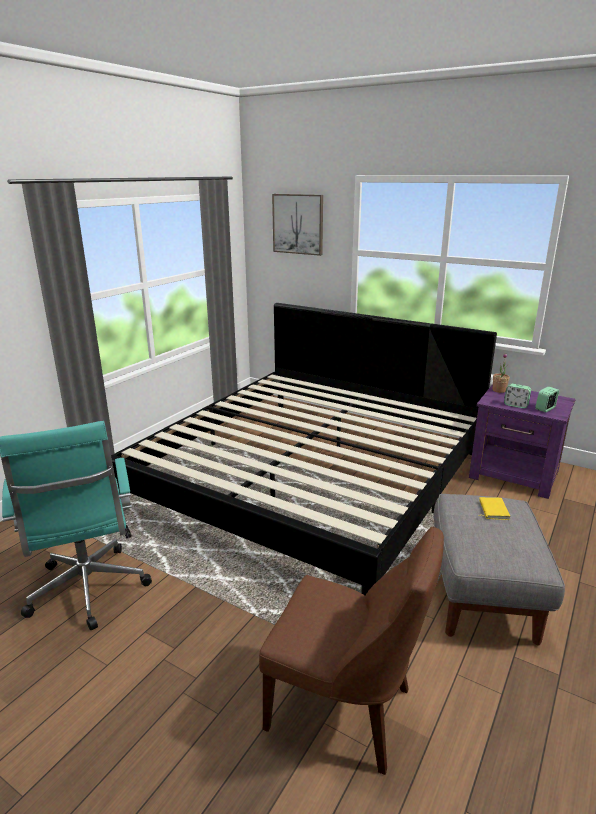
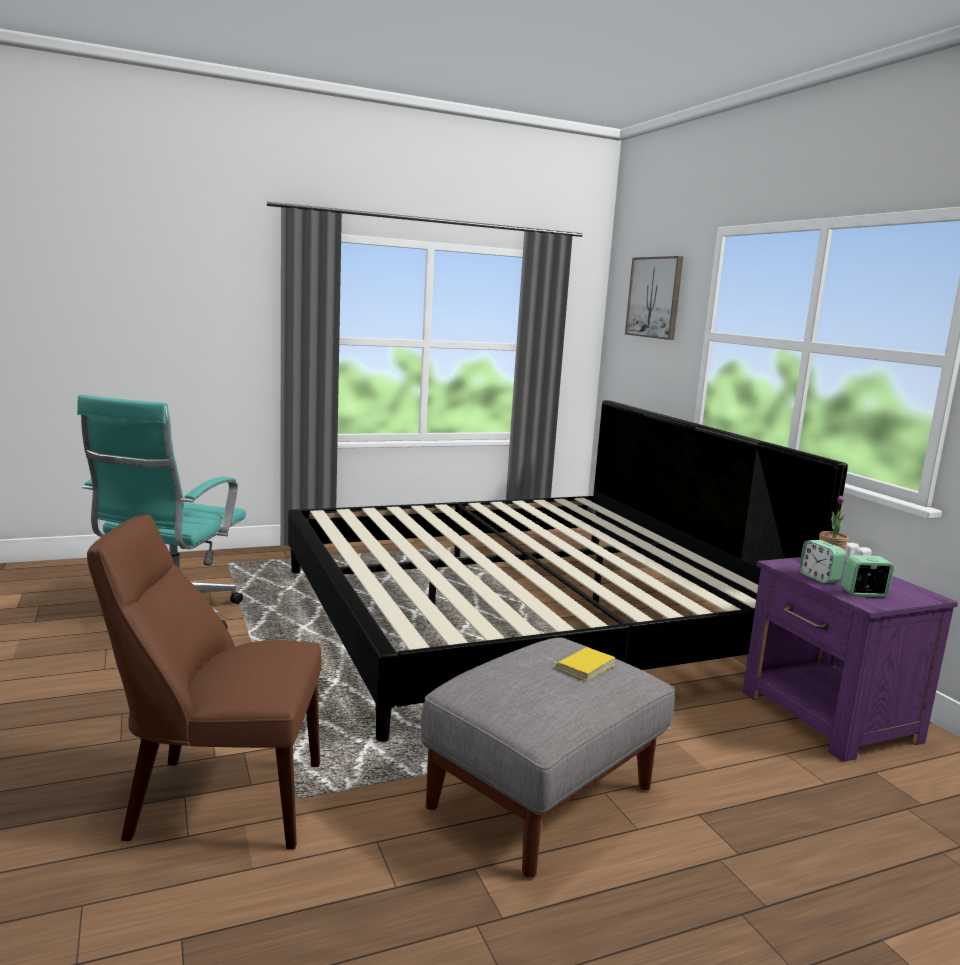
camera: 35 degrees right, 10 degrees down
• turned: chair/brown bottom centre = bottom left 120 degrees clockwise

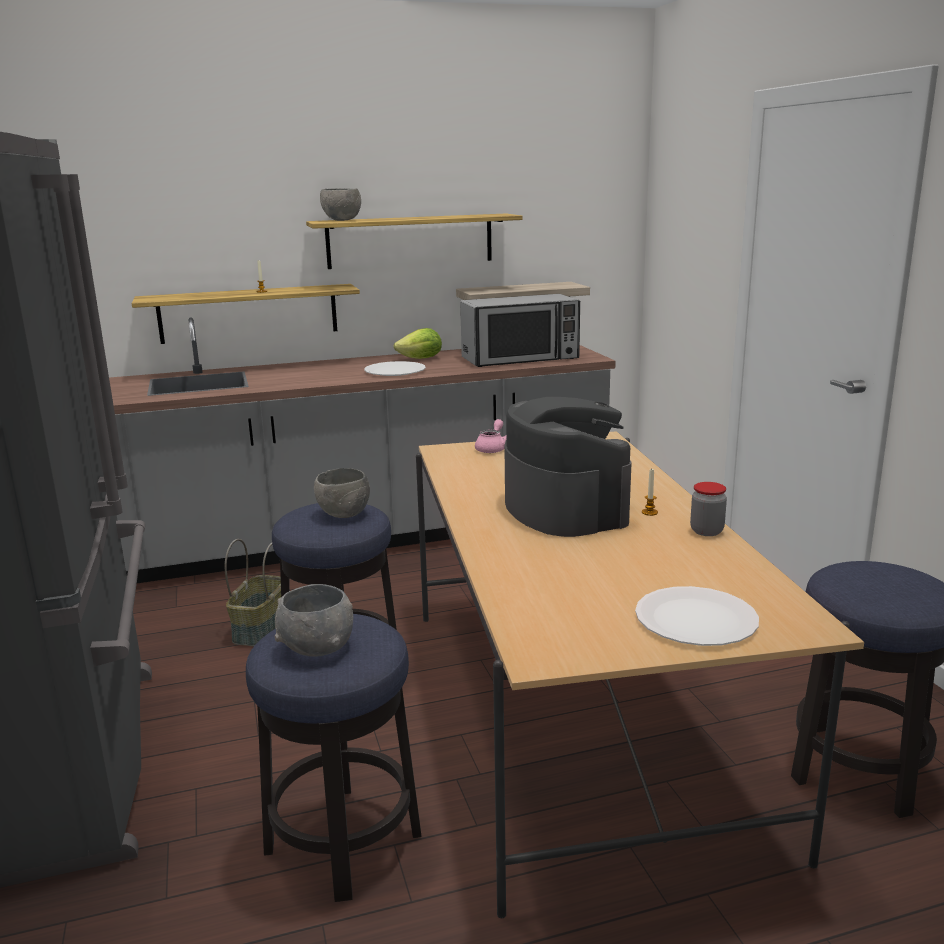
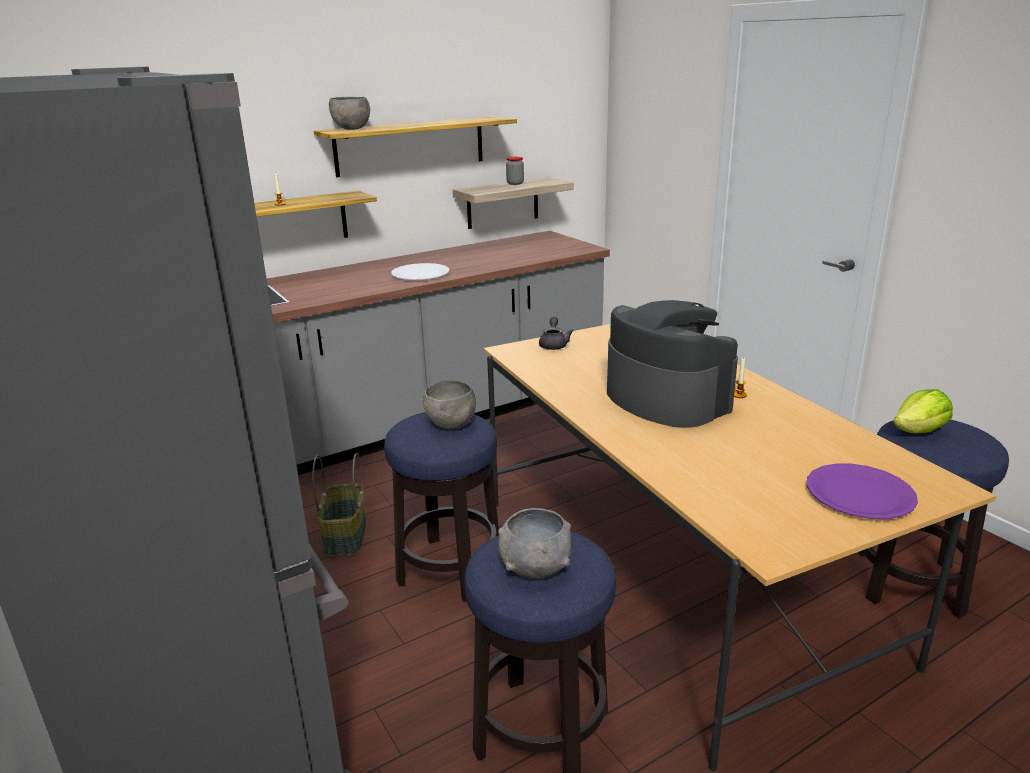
camera: 15 degrees left, 5 degrees up
• moved: jar middle right to top centre
• recoloured: teapot/pink centre to teapot/grey centre
• recoloured: plate/white (2nd from left) middle right to plate/purple middle right
• moved: lettuce centre to middle right
• removed: microwave centre

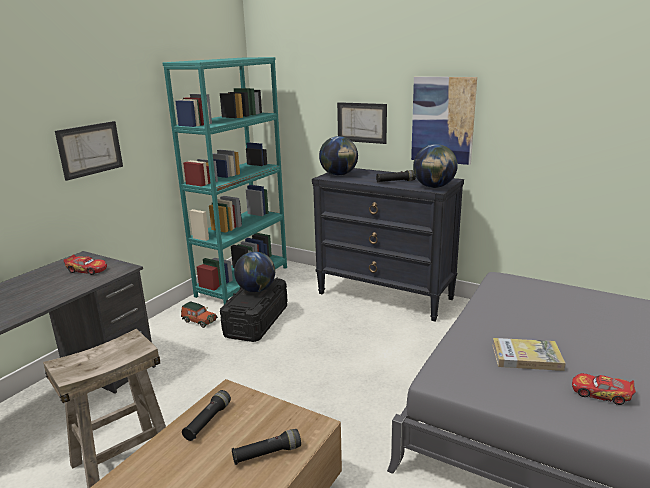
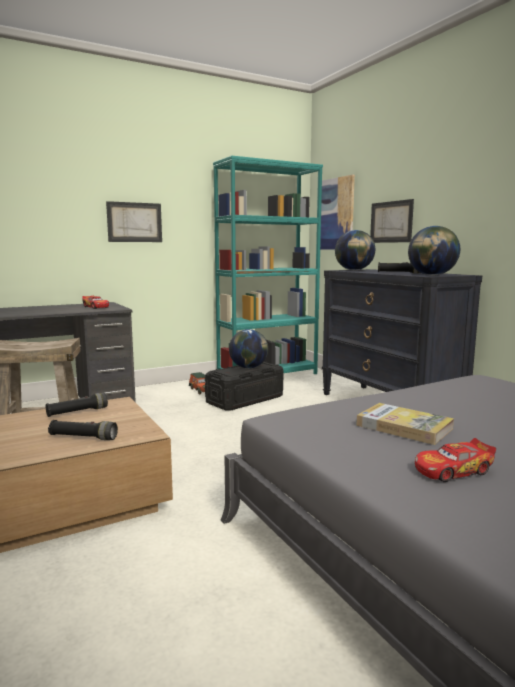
camera: 30 degrees right, 10 degrees down
• moved: picture (3rd from left in the first image) top right to picture (2nd from left) top centre
• turned: toy car (3rd from left) bottom right = bottom right 75 degrees counterclockwise

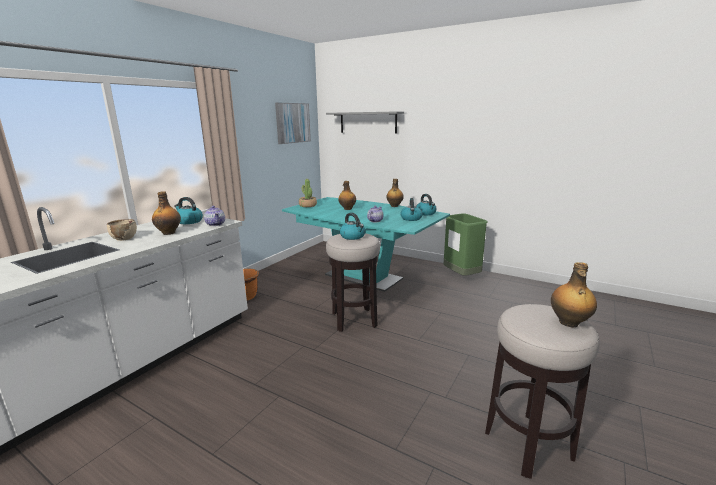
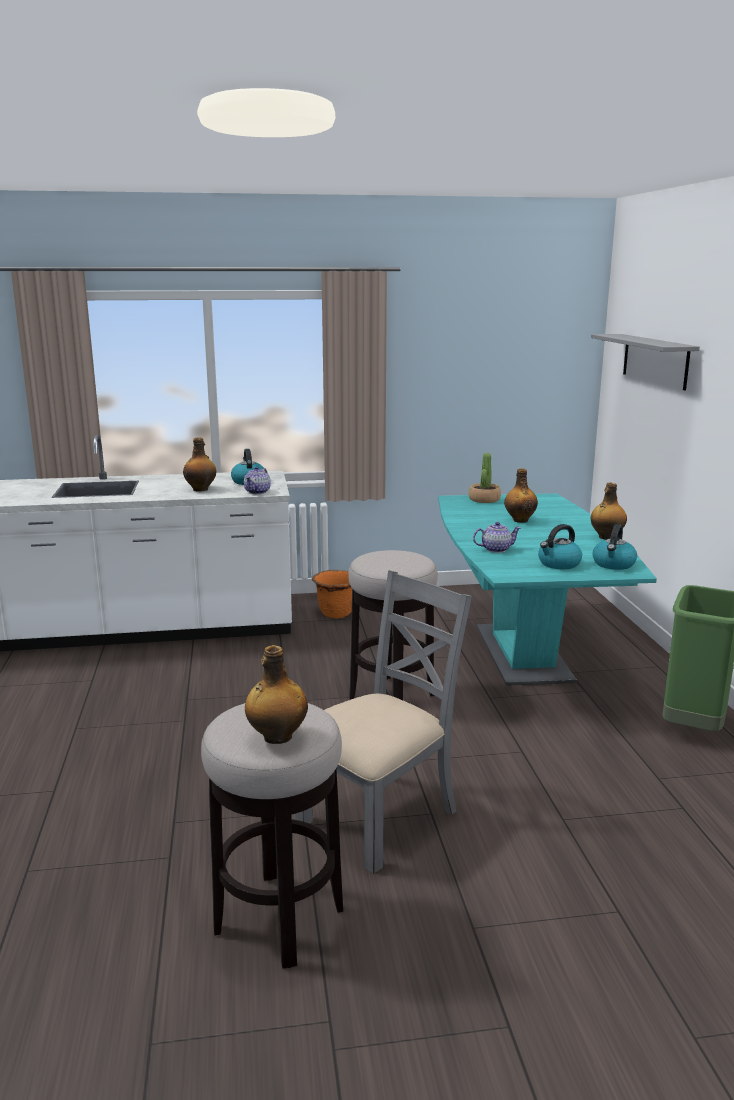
camera: 50 degrees right, 0 degrees up
• added: chair/grey centre
• removed: bowl/beige middle left
• removed: picture top centre
• removed: kettle (2nd from left) centre

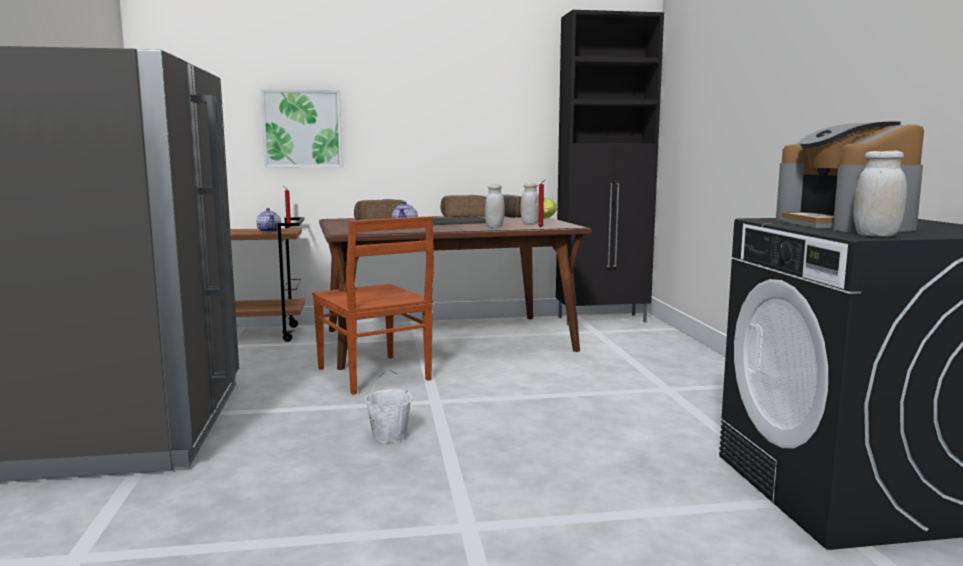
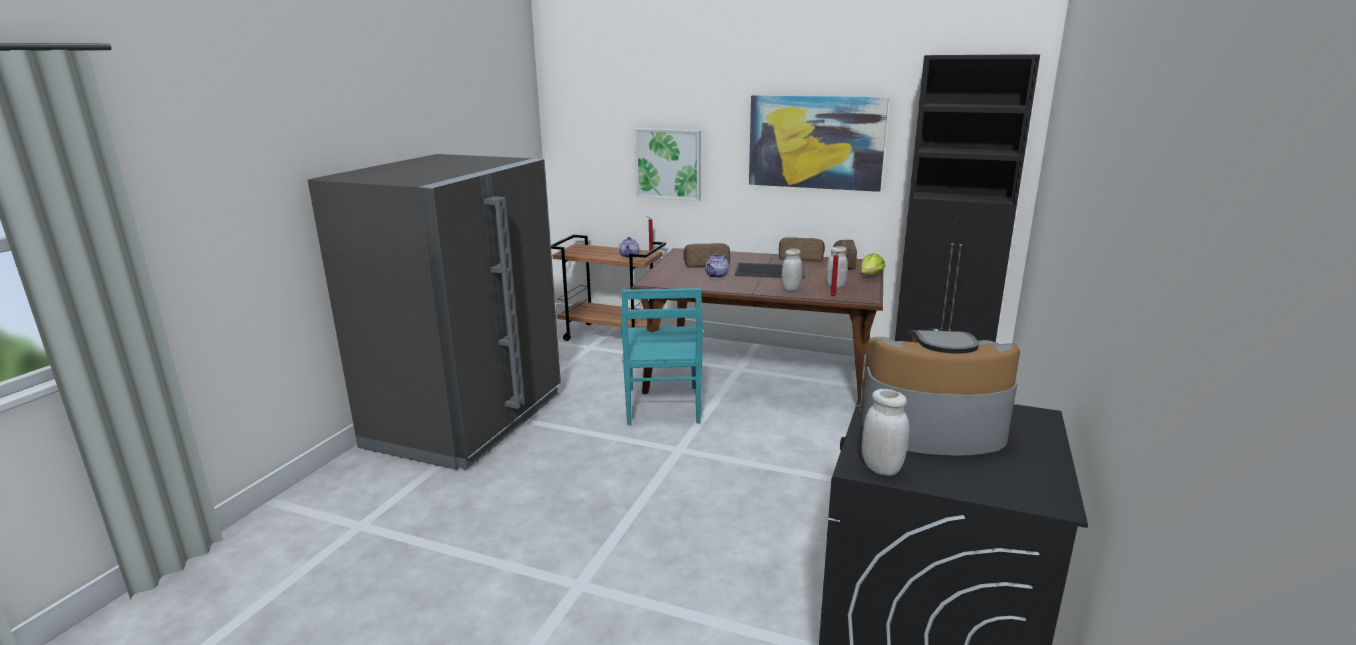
camera: 30 degrees right, 10 degrees up
• recoloured: chair/brown centre to chair/turquoise centre
• added: picture (2nd from left) top centre
• turned: coffee machine top right = middle right 75 degrees clockwise
• removed: bucket/white bottom centre

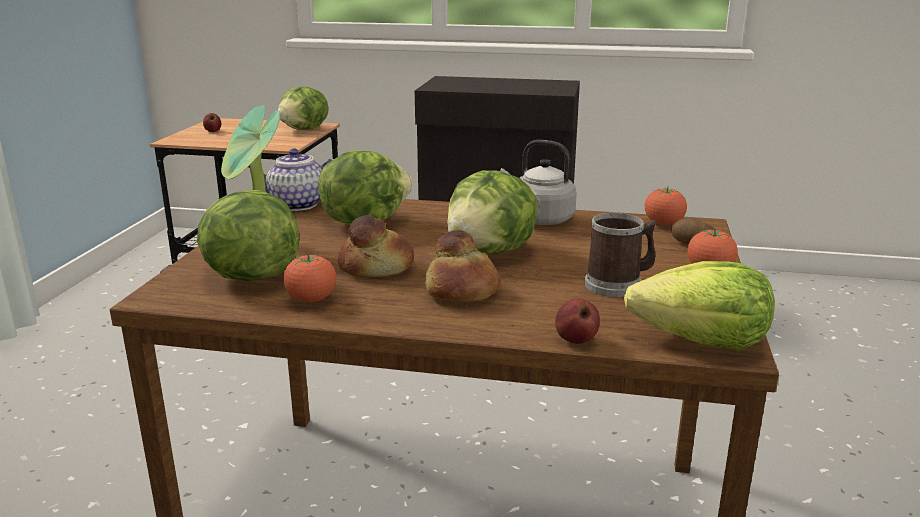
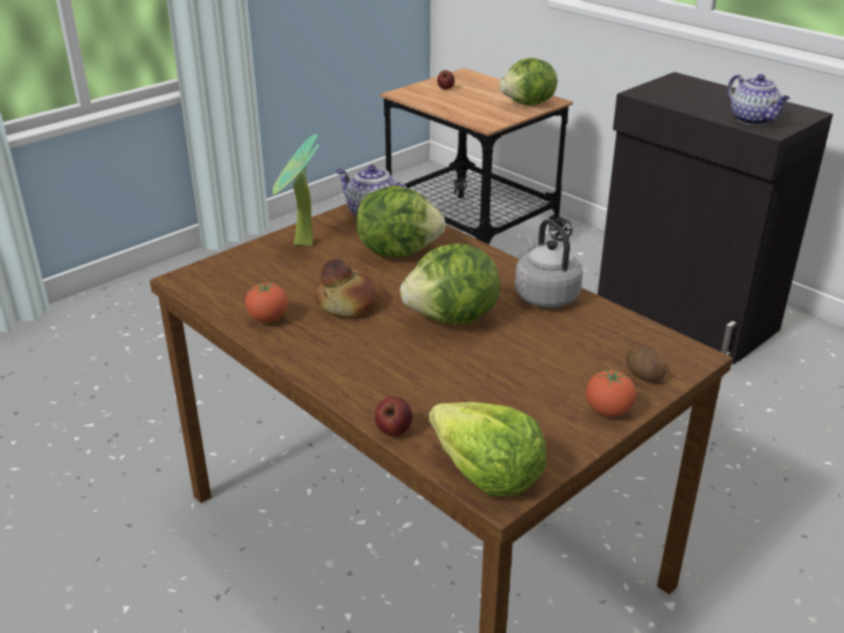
camera: 35 degrees right, 10 degrees up
• added: teapot (2nd from left) top right
• removed: lettuce (1st from left) middle left
• removed: bread (2nd from left) centre
• removed: mug middle right
• removed: tomato (2nd from left) middle right

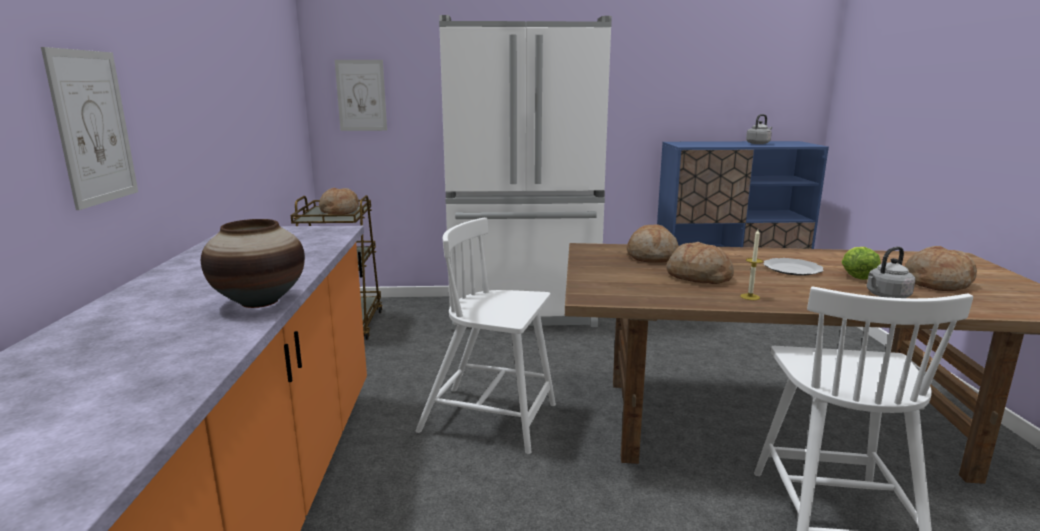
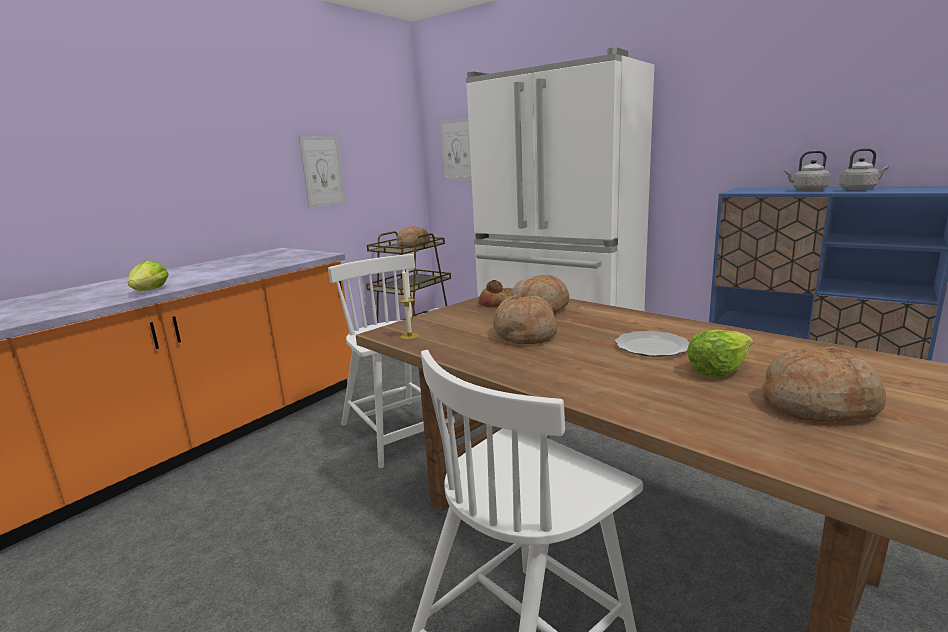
camera: 40 degrees right, 0 degrees up
• replaced: vase middle left to lettuce (1st from left) middle left
• moved: picture (1st from left) top left to top centre
• moved: candle middle right to centre
• added: bread (2nd from left) centre
• moved: kettle/grey (2nd from left in the first image) middle right to kettle/grey (1st from left) top right

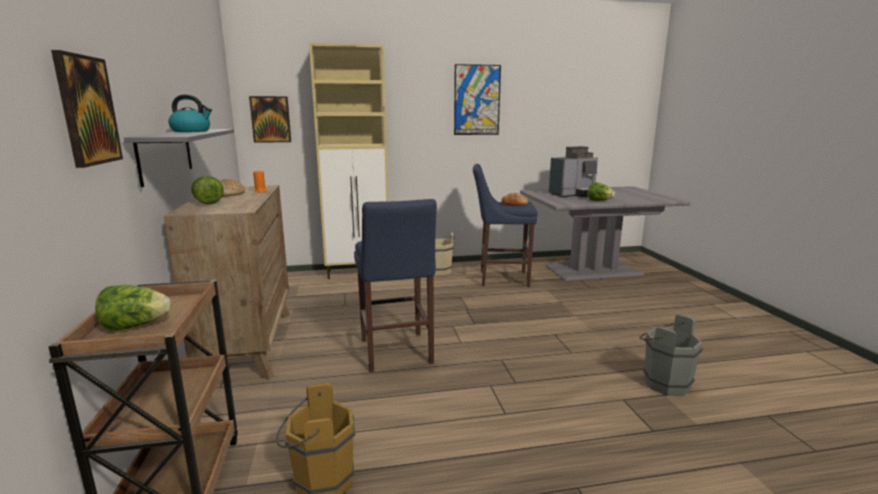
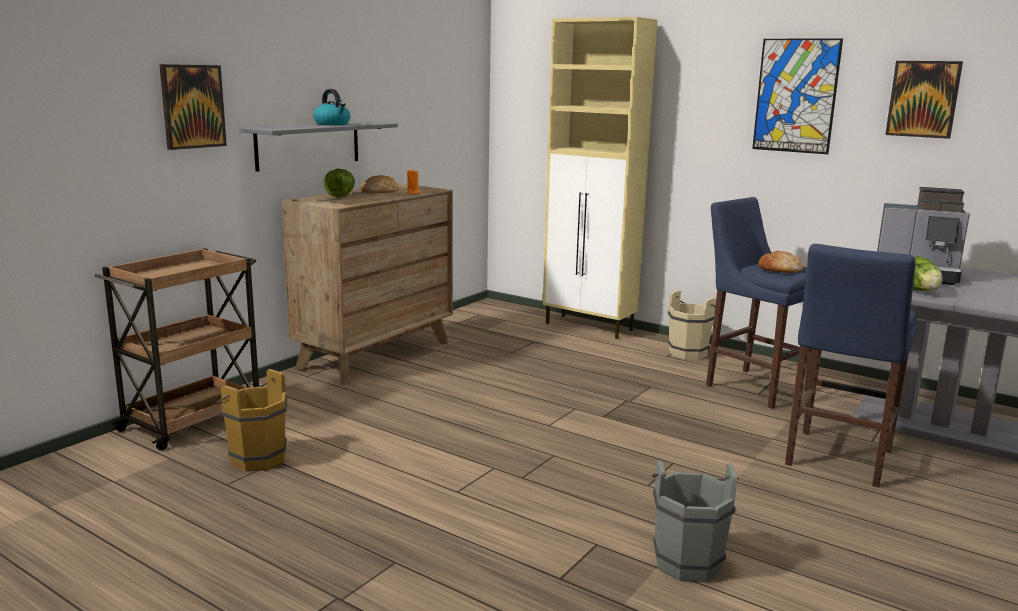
camera: 45 degrees right, 0 degrees up
• moved: stool/blue (1st from left in the first image) centre to stool/blue (2nd from left) middle right
• moved: picture (2nd from left in the first image) top left to picture (3rd from left) top right
• removed: lettuce (1st from left) middle left

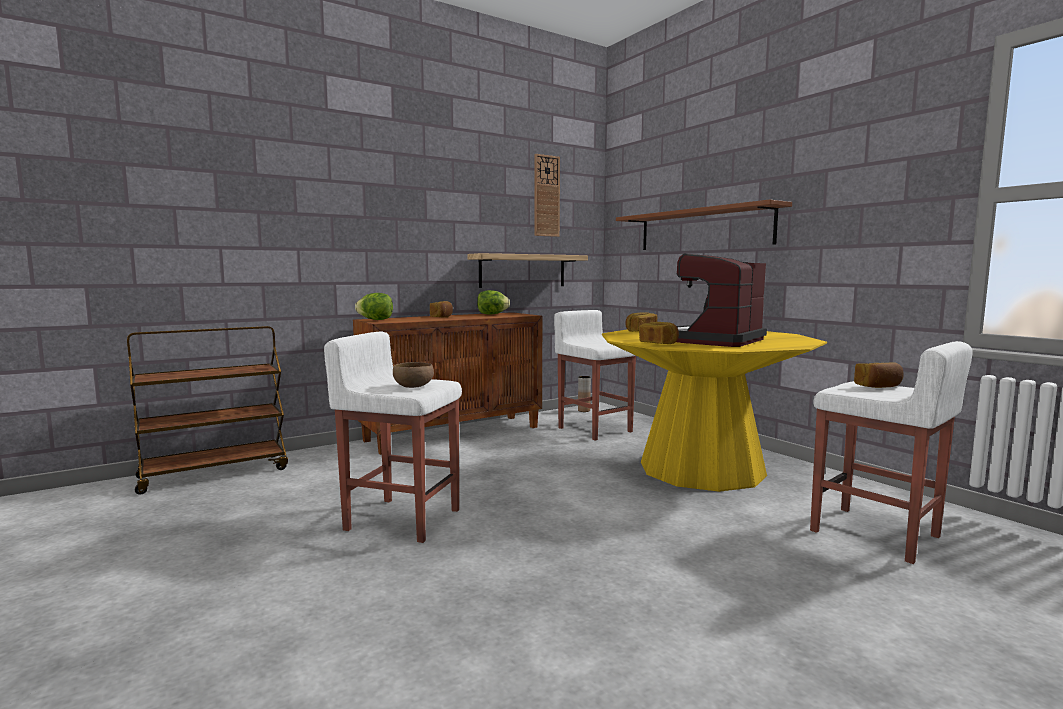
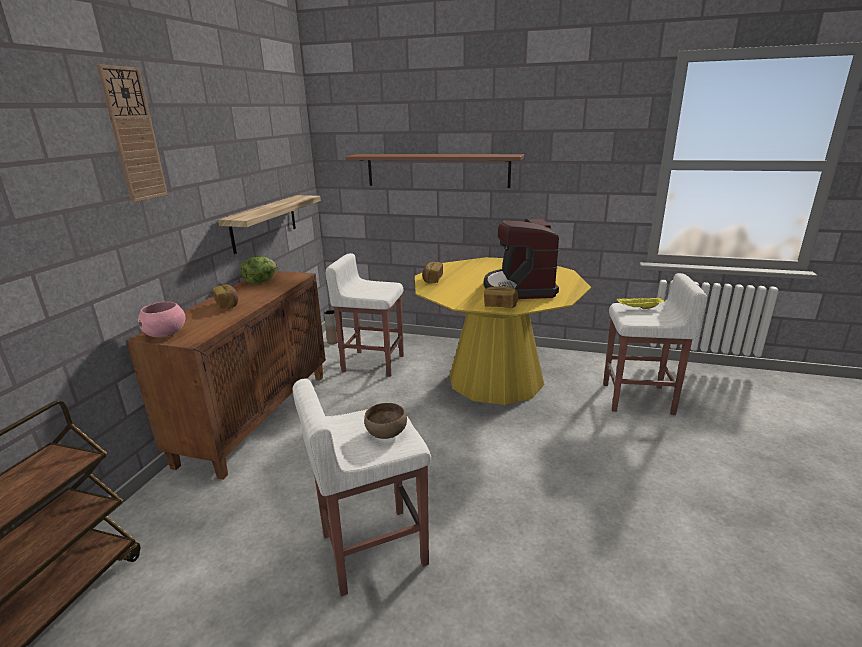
camera: 40 degrees left, 15 degrees up
• moved: wall clock top centre to top left
• replaced: lettuce (1st from left) centre to bowl/pink middle left
• replaced: bread (4th from left) middle right to tray/yellow middle right

